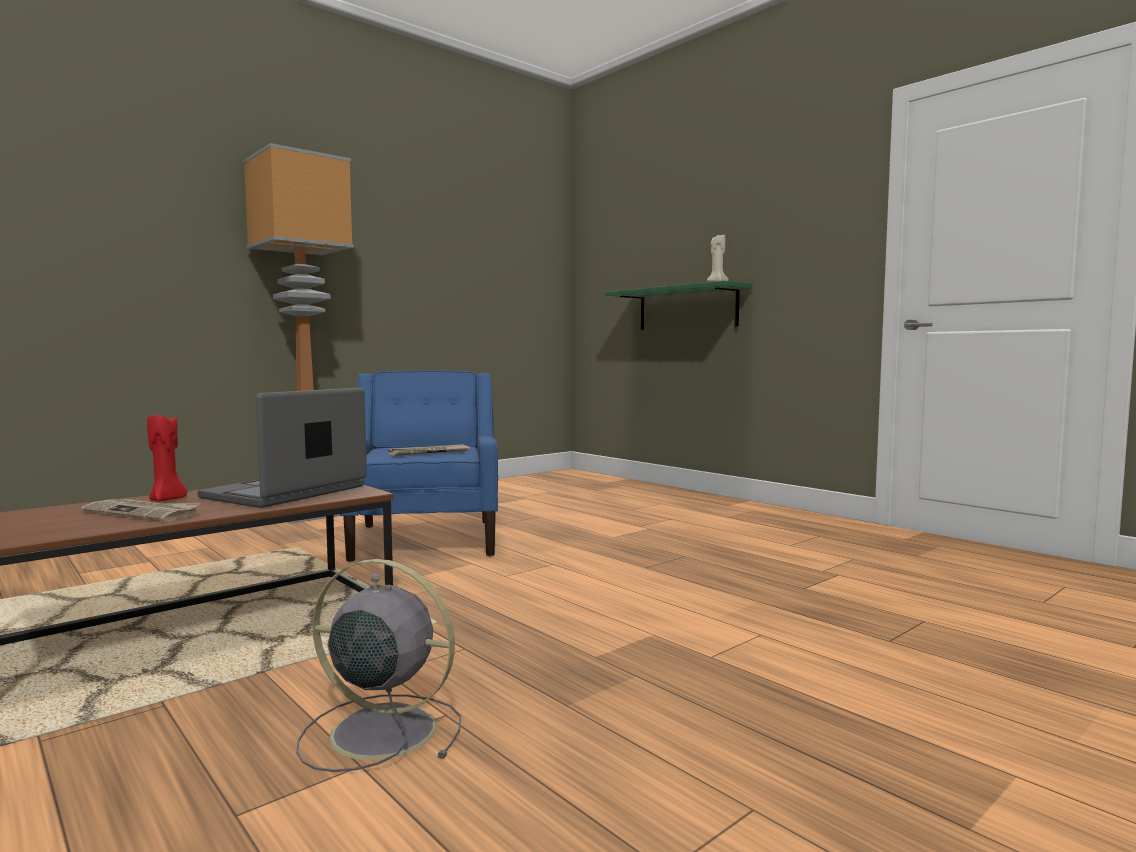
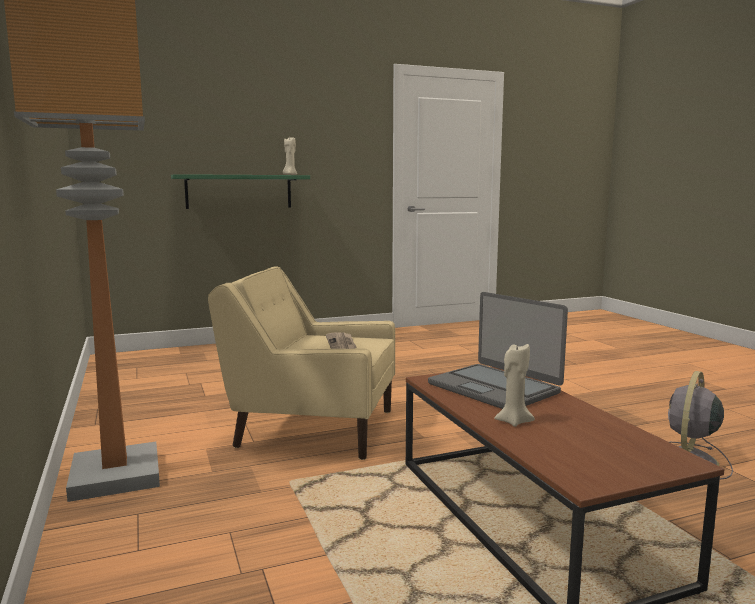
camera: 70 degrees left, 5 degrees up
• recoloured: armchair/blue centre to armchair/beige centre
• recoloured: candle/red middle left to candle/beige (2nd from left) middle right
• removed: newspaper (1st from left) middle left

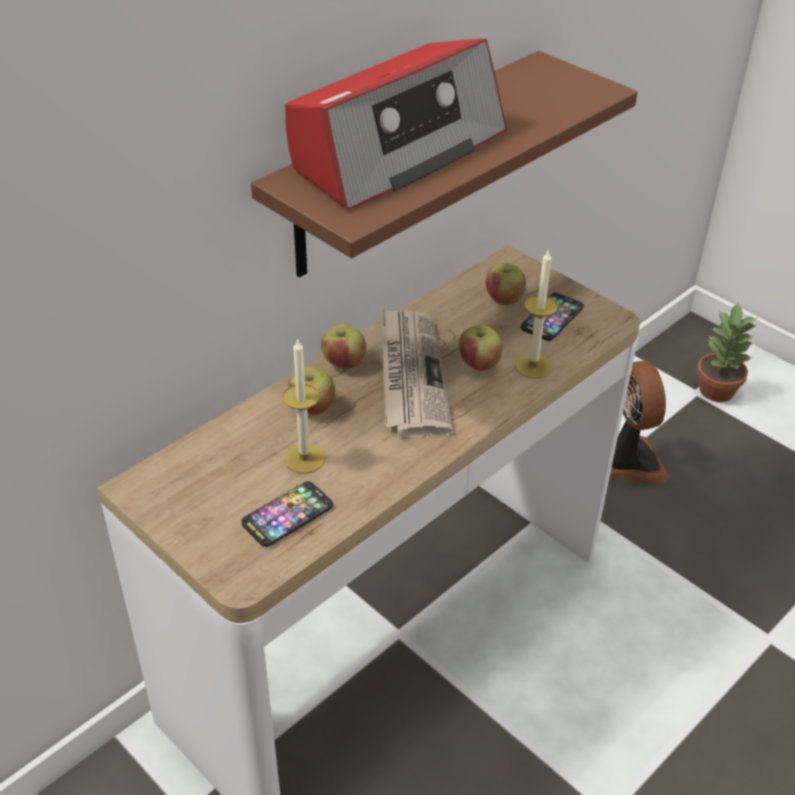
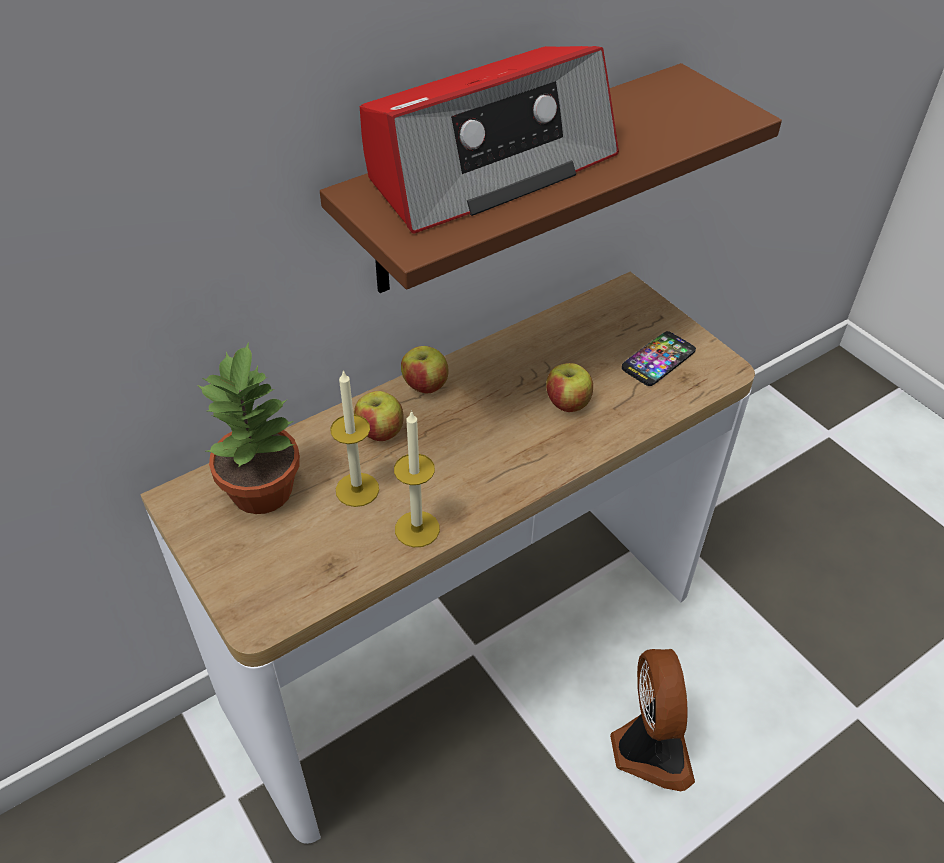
camera: 10 degrees right, 5 degrees up
• moved: potted plant middle right to middle left
• moved: candle (2nd from left) middle right to centre
• moved: fan middle right to bottom right
• removed: phone (1st from left) centre
• removed: newspaper centre
• removed: apple (4th from left) centre

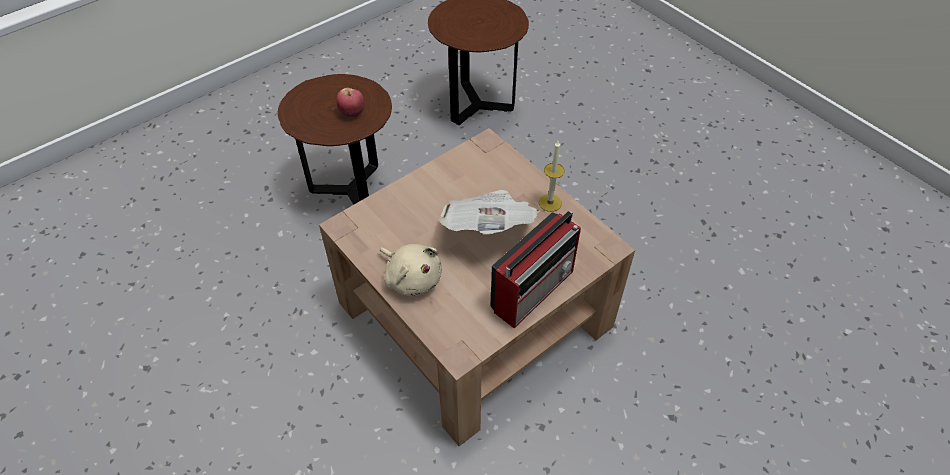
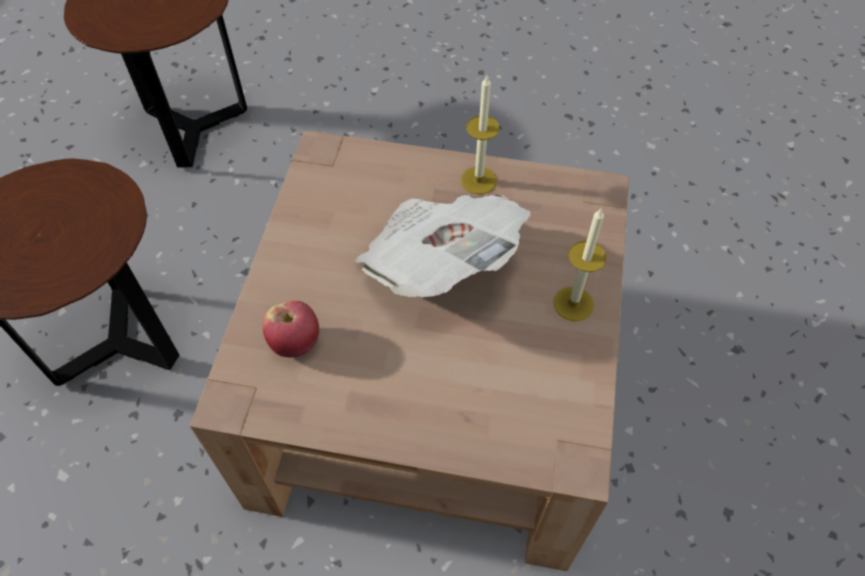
camera: 40 degrees left, 5 degrees up
• moved: apple top centre to centre
• replaced: radio centre to candle (2nd from left) middle right
• removed: plush toy/beige centre

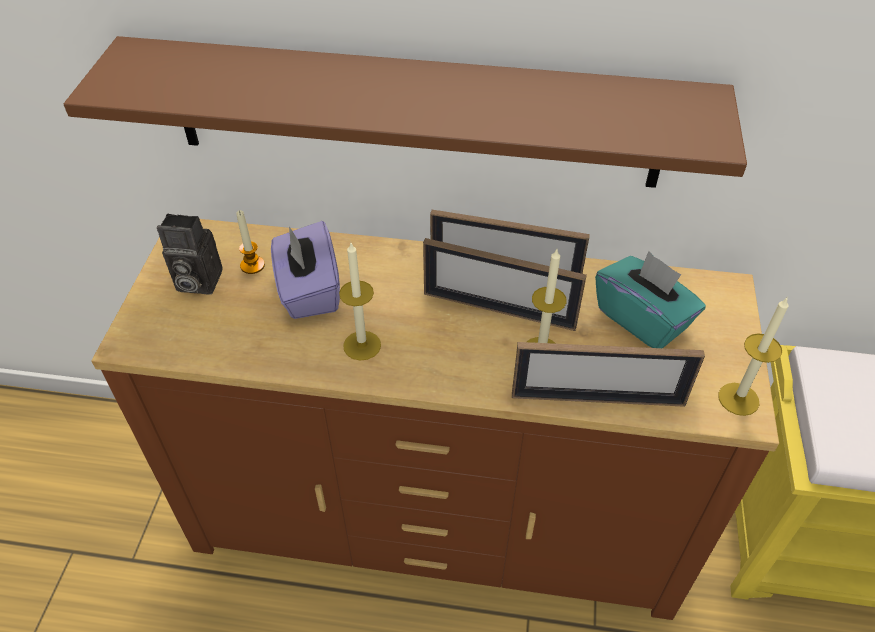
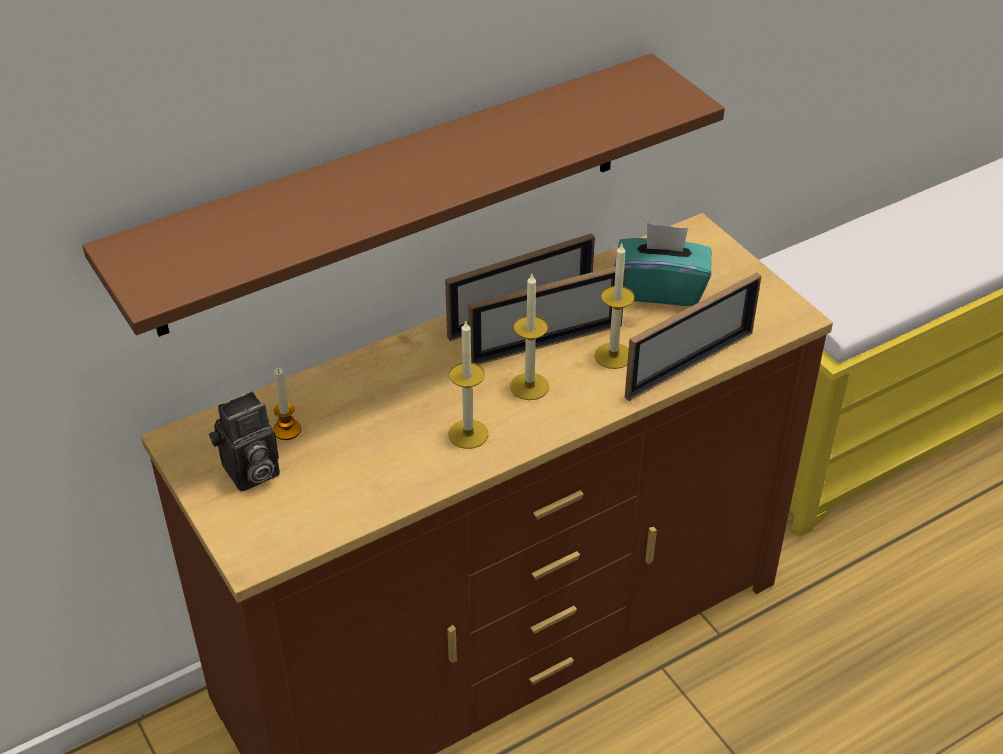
camera: 40 degrees left, 5 degrees down
• moved: candle (4th from left in the first image) middle right to candle (3rd from left) centre
• removed: tissue box/purple centre

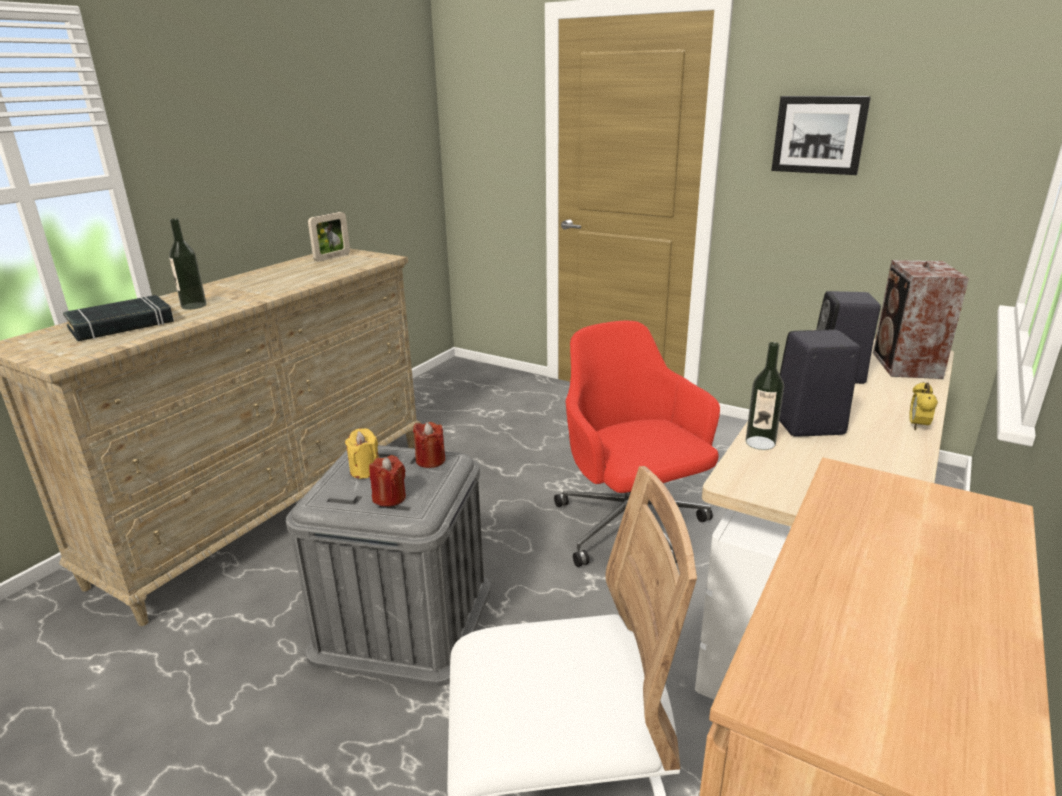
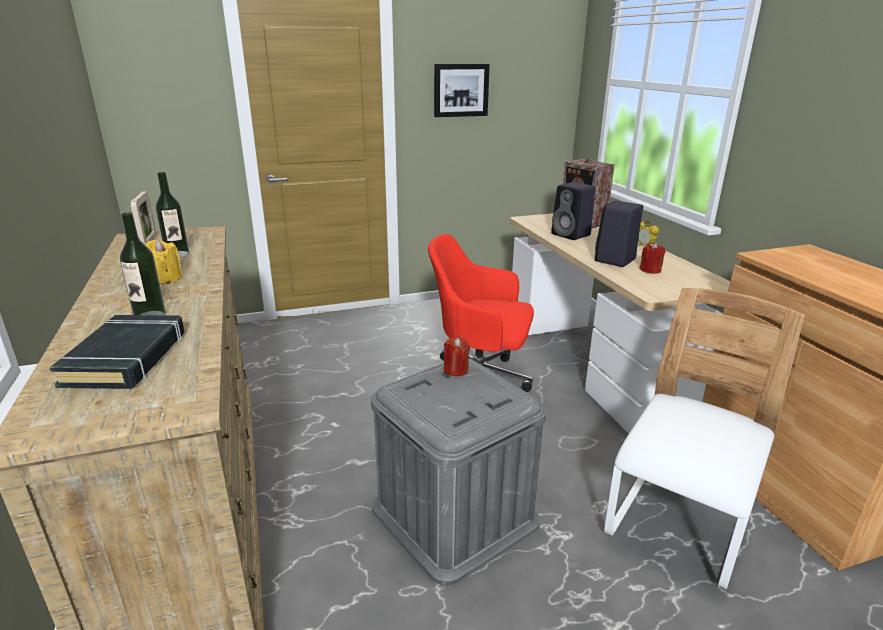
camera: 50 degrees left, 0 degrees up
• moved: candle/yellow centre to middle left
• moved: bottle (2nd from left) middle right to middle left
• moved: candle/red (1st from left in the first image) centre to candle/red (2nd from left) middle right

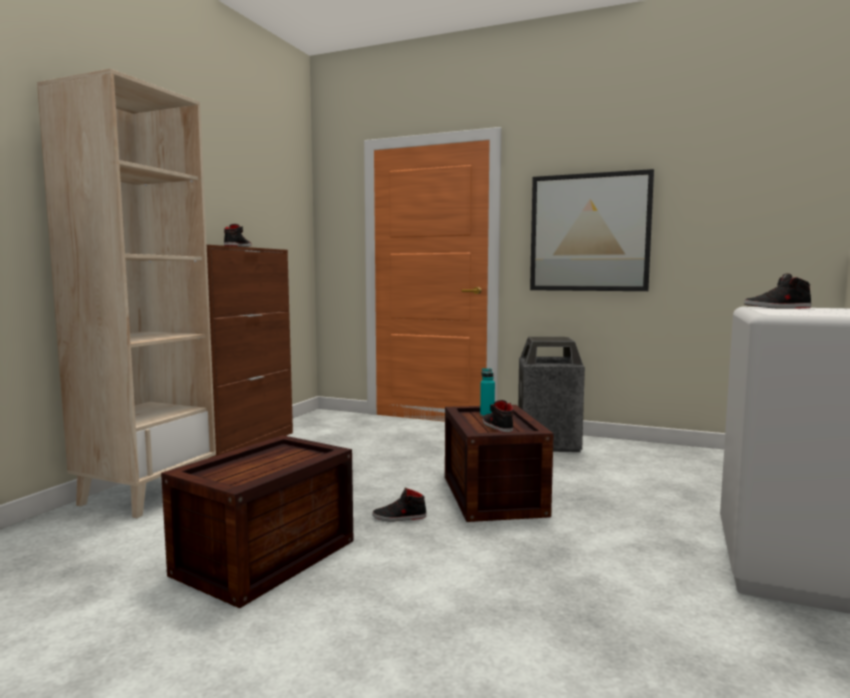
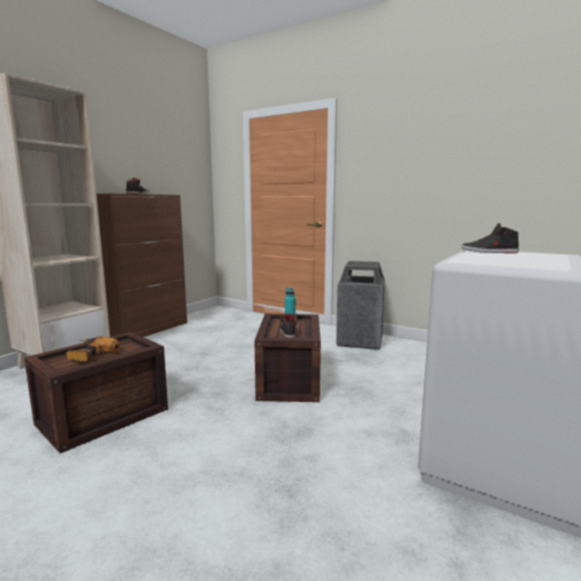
camera: 10 degrees right, 5 degrees up
• added: power drill middle left
• removed: shoe/black (2nd from left) bottom centre
• removed: picture top right

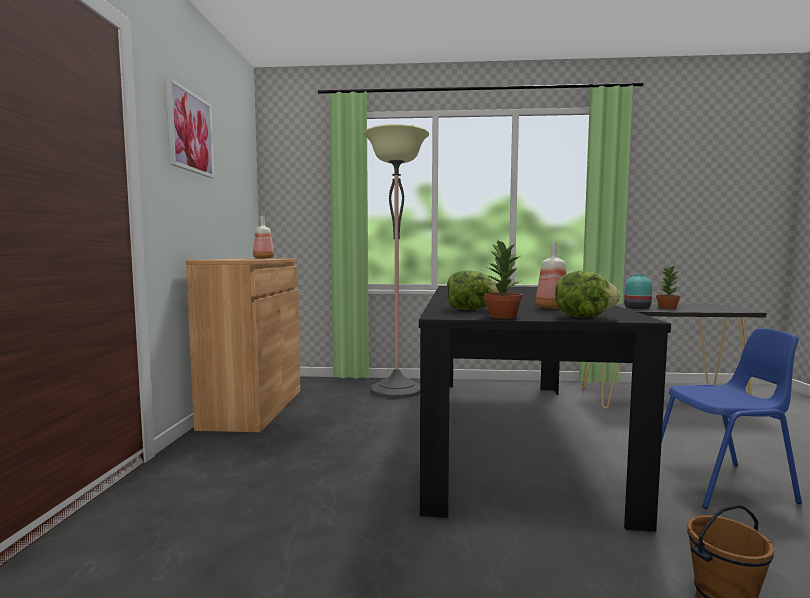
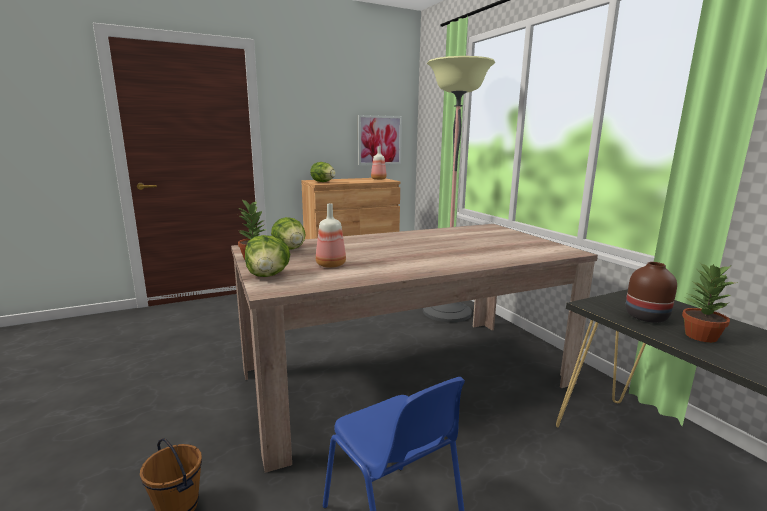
camera: 60 degrees right, 10 degrees up
• recoloured: dining table/black bottom right to dining table/beige bottom centre
• added: lettuce (3rd from left) centre
• moved: picture top left to top centre
• recoloured: vase/turquoise middle right to vase/brown middle right

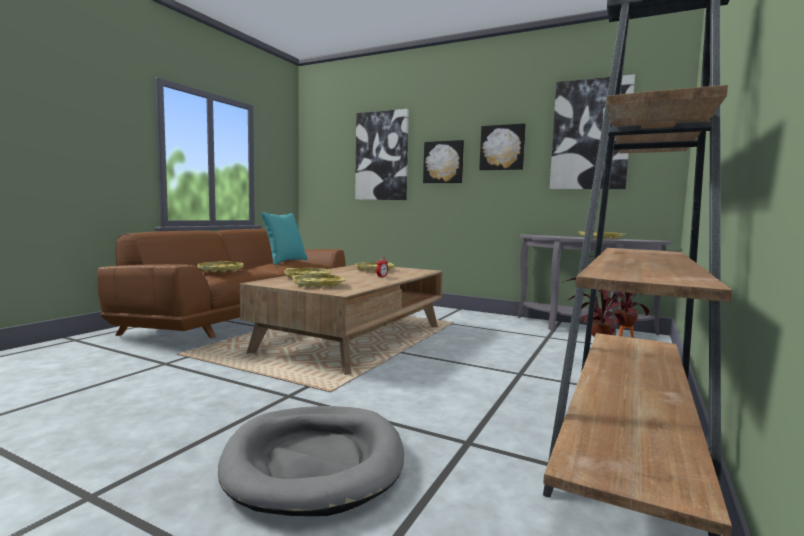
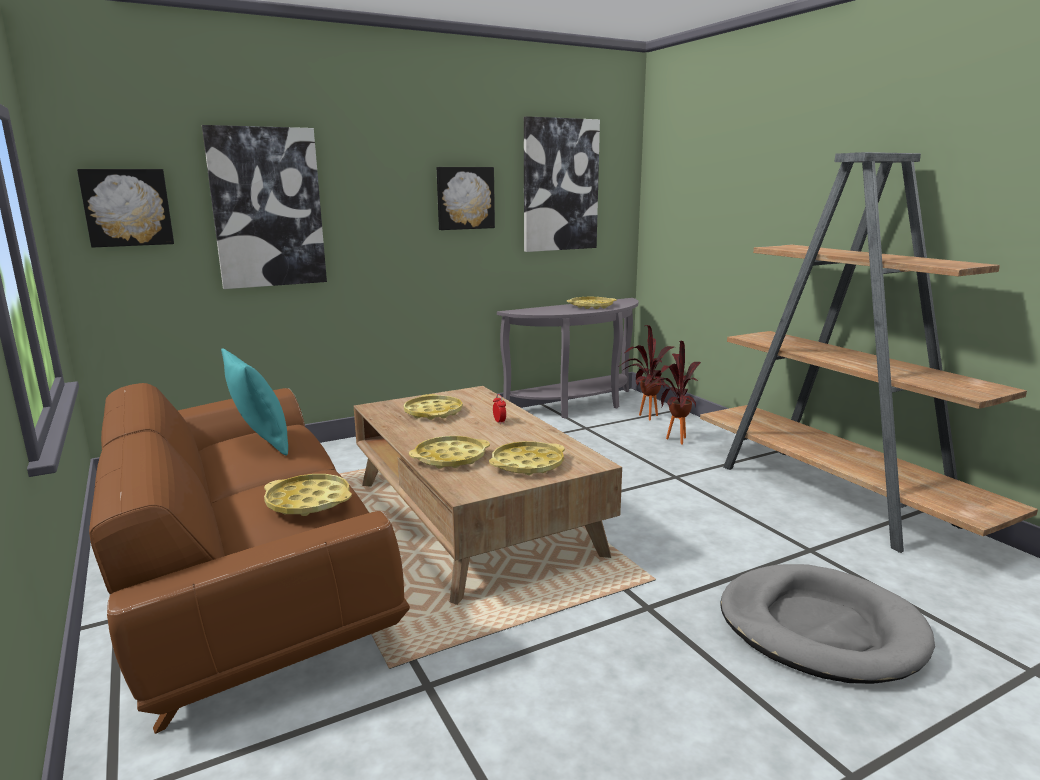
camera: 55 degrees left, 10 degrees up
• moved: picture (2nd from left in the first image) top centre to picture (1st from left) top left

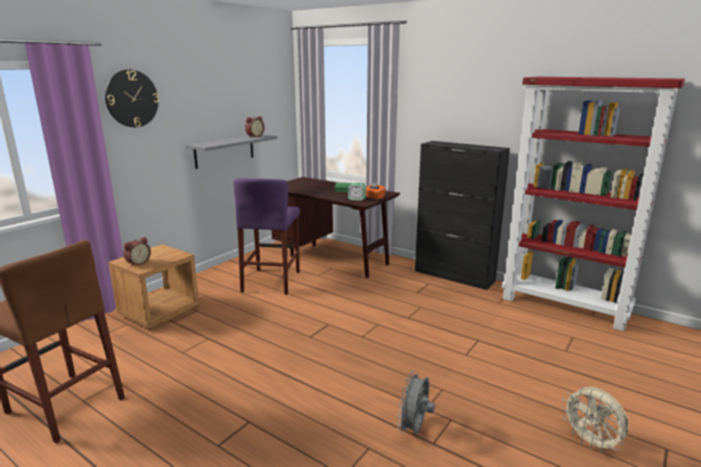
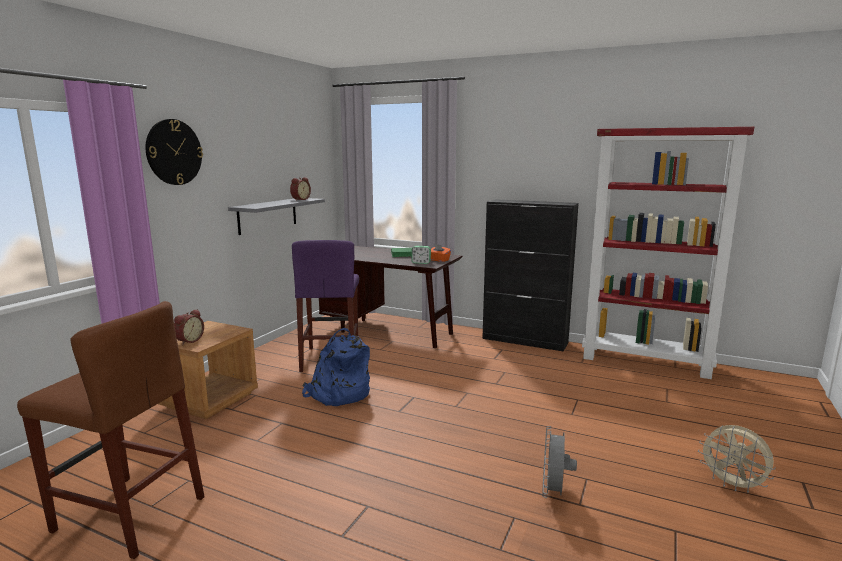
camera: 10 degrees left, 5 degrees down
• added: backpack/blue centre

